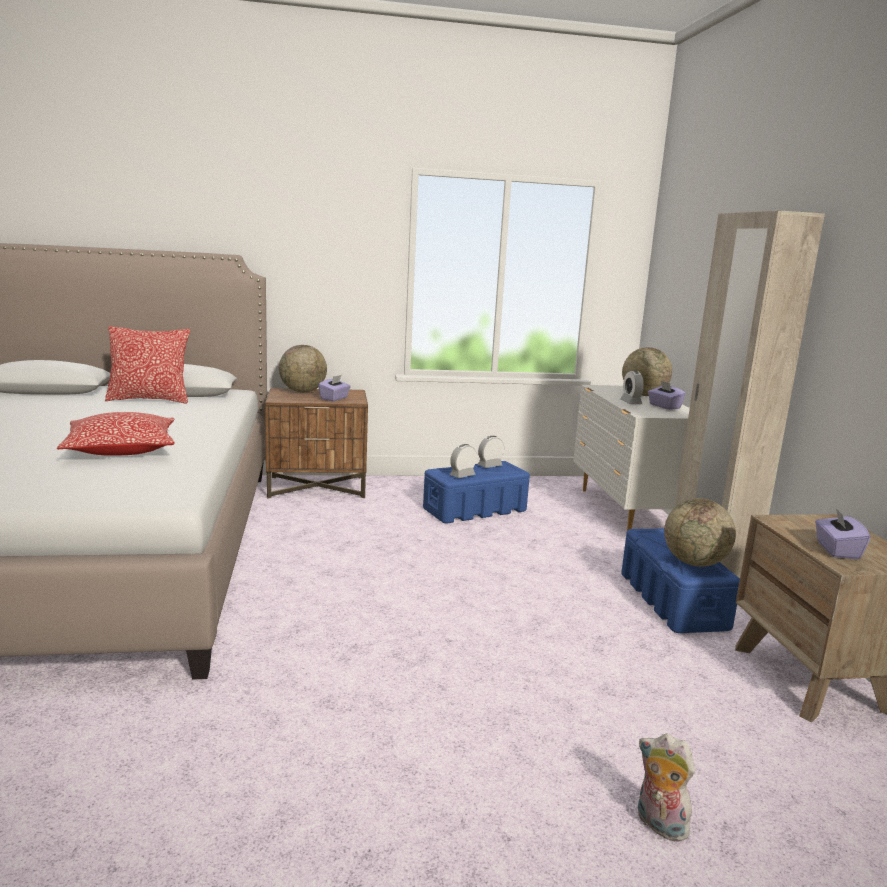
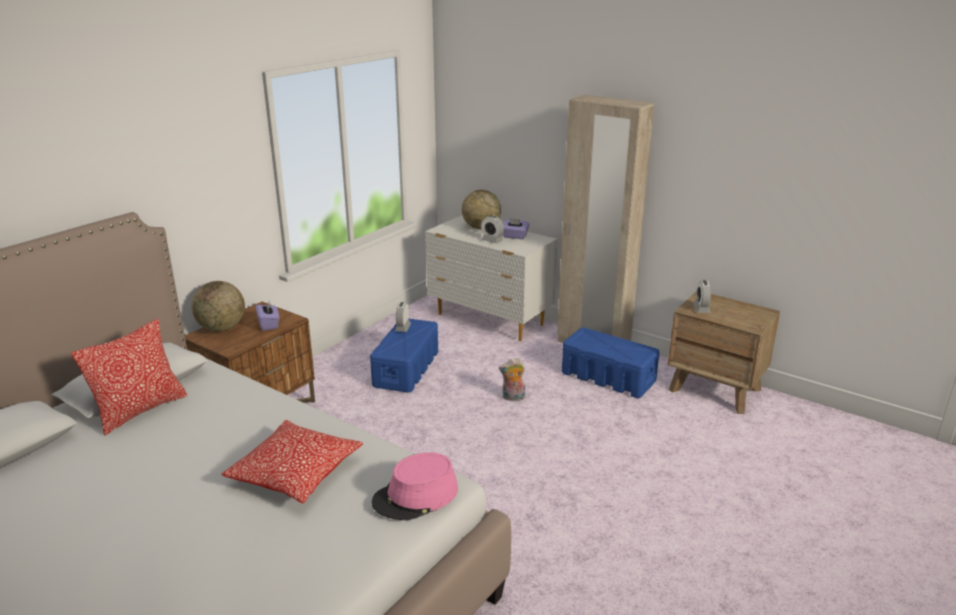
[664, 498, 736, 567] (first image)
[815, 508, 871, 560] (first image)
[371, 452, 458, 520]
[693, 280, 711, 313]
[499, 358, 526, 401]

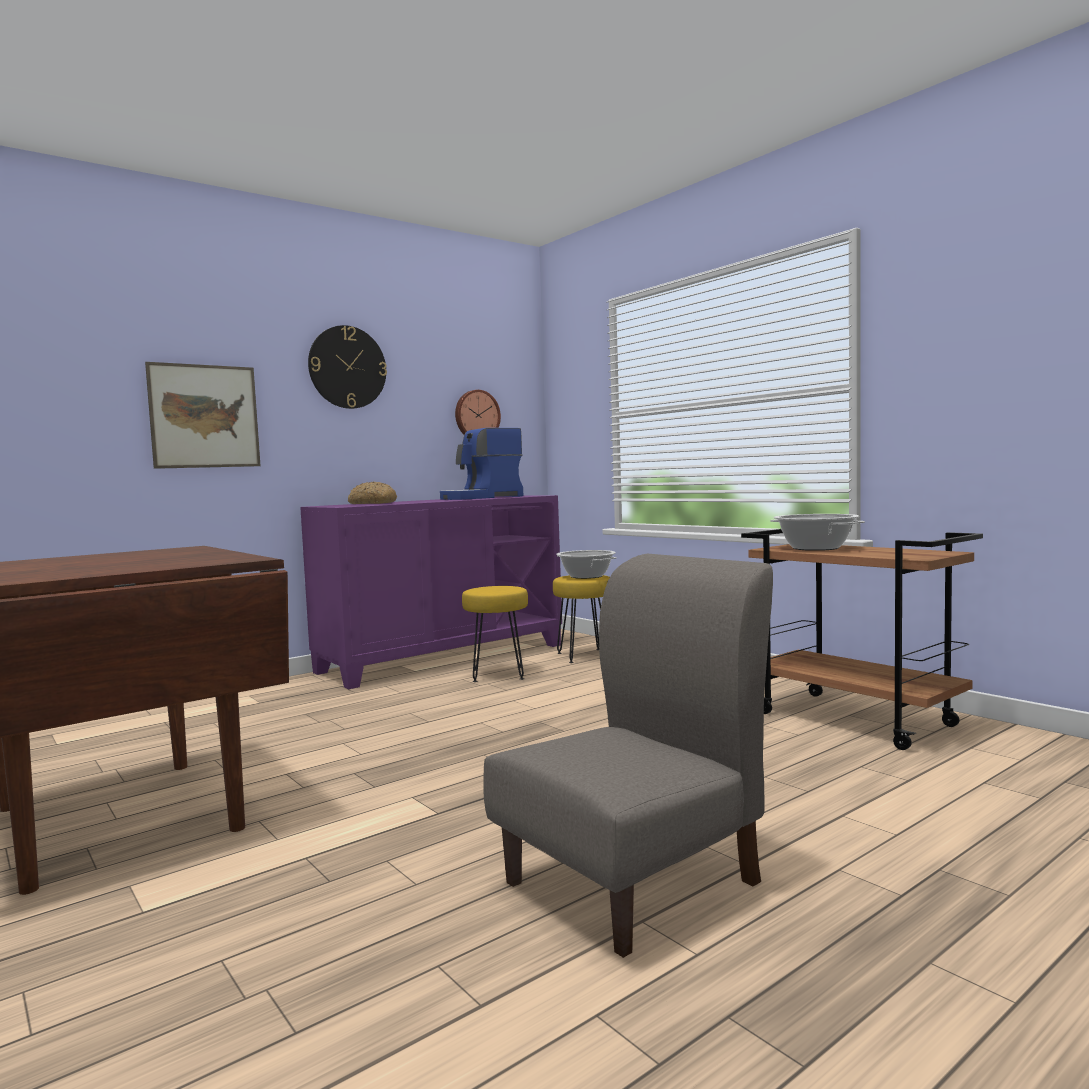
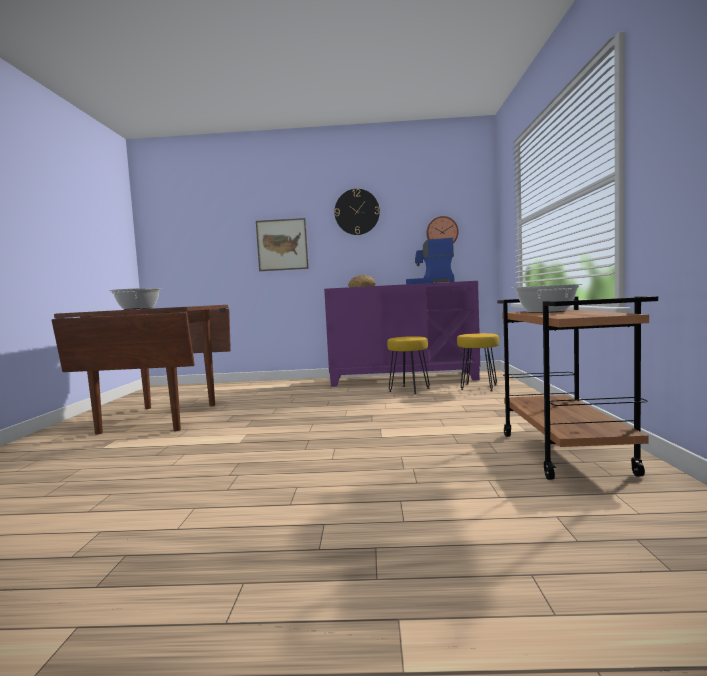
[483, 554, 773, 958] (first image)
[109, 288, 163, 310]

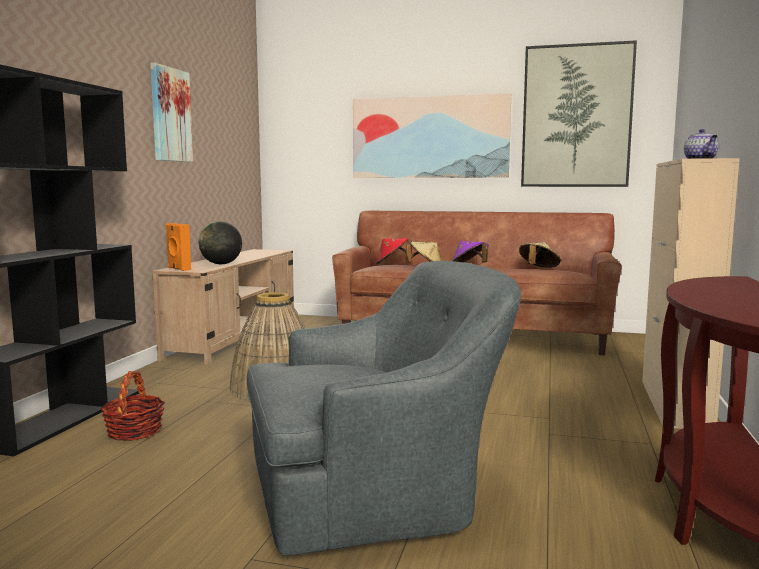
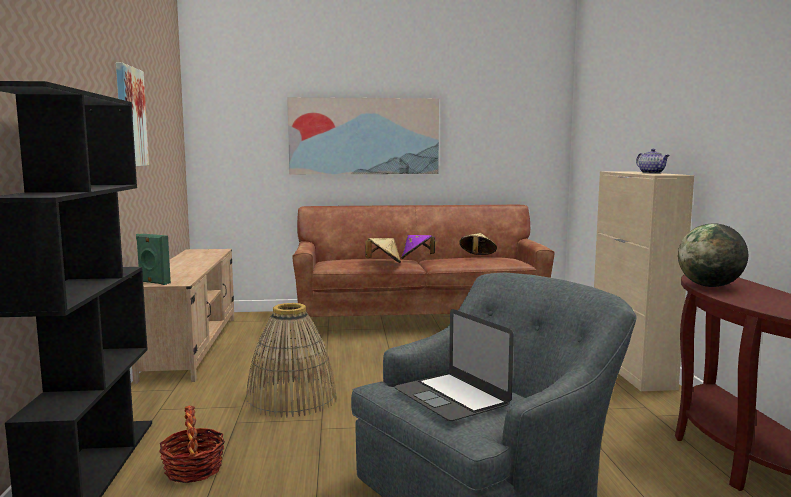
[376, 238, 412, 264] (first image)
[521, 40, 637, 187] (first image)
[394, 309, 514, 421]
[678, 223, 748, 287]
[136, 234, 171, 285]

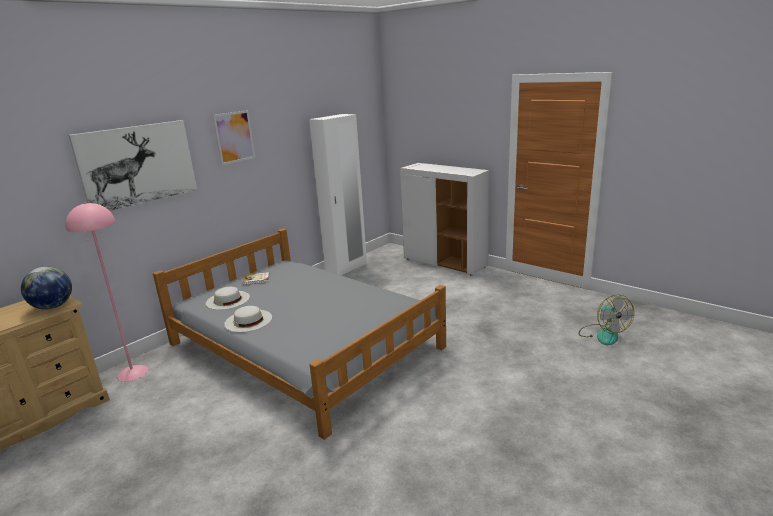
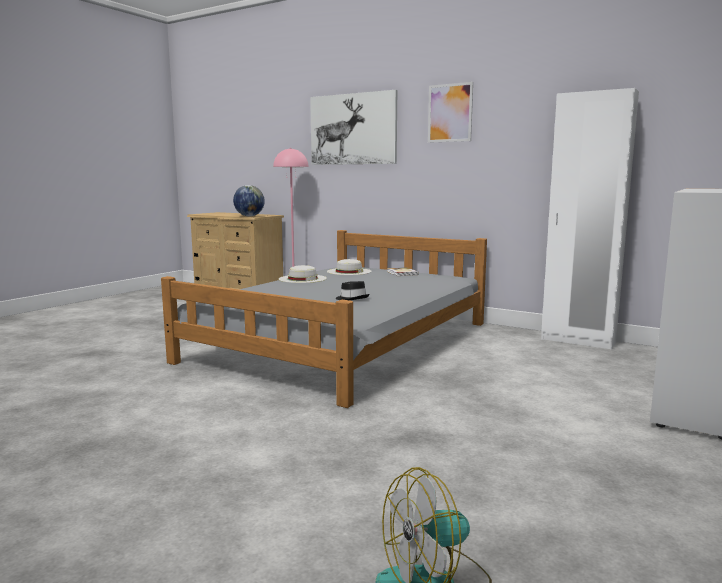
[336, 281, 369, 300]

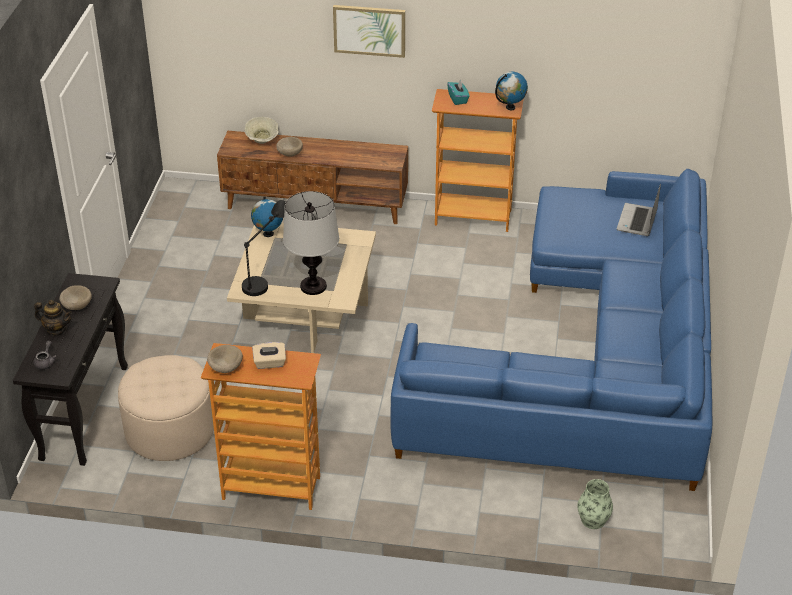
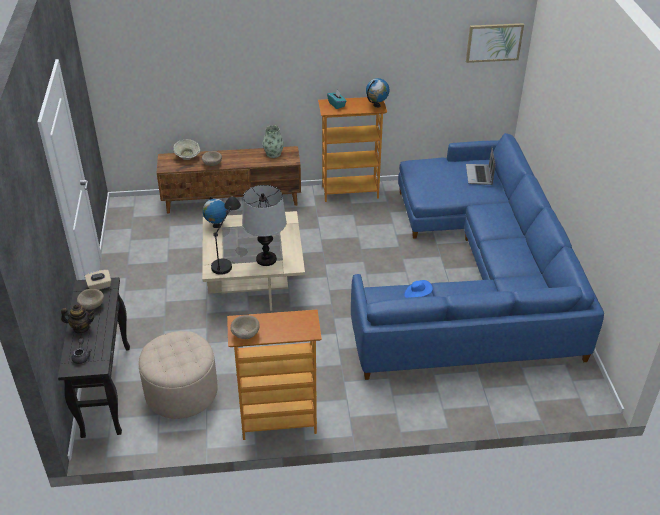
[404, 280, 433, 298]
[85, 270, 111, 290]
[466, 23, 524, 63]
[263, 125, 284, 158]

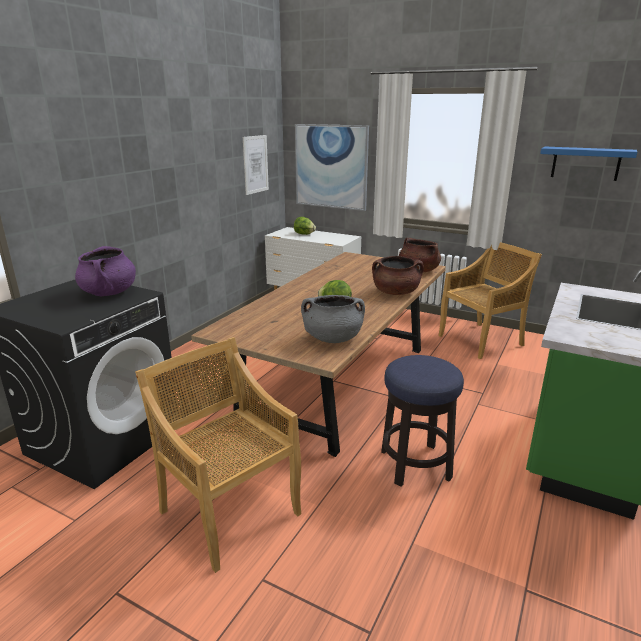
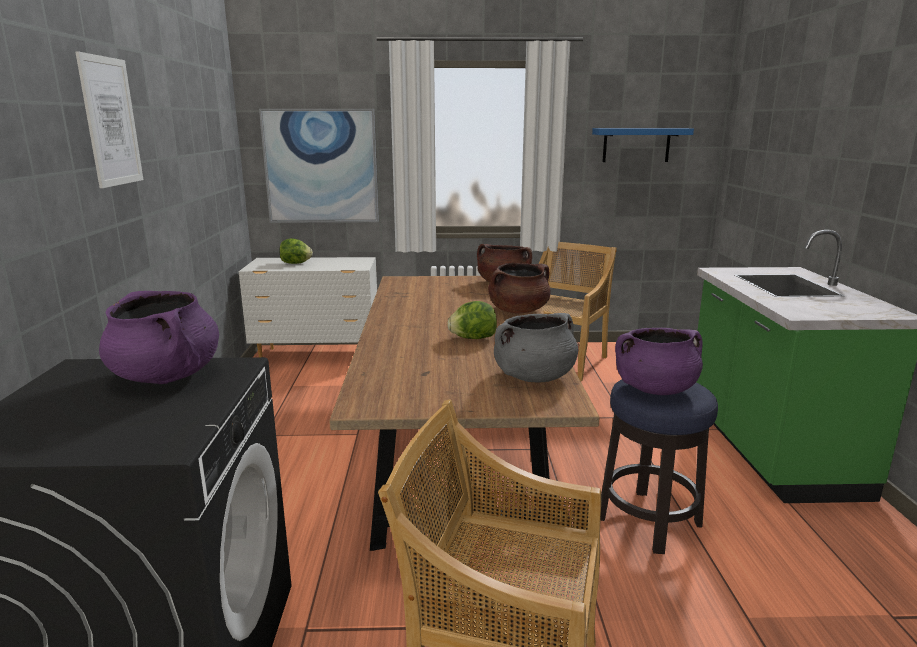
[615, 328, 703, 395]
[75, 51, 143, 188]

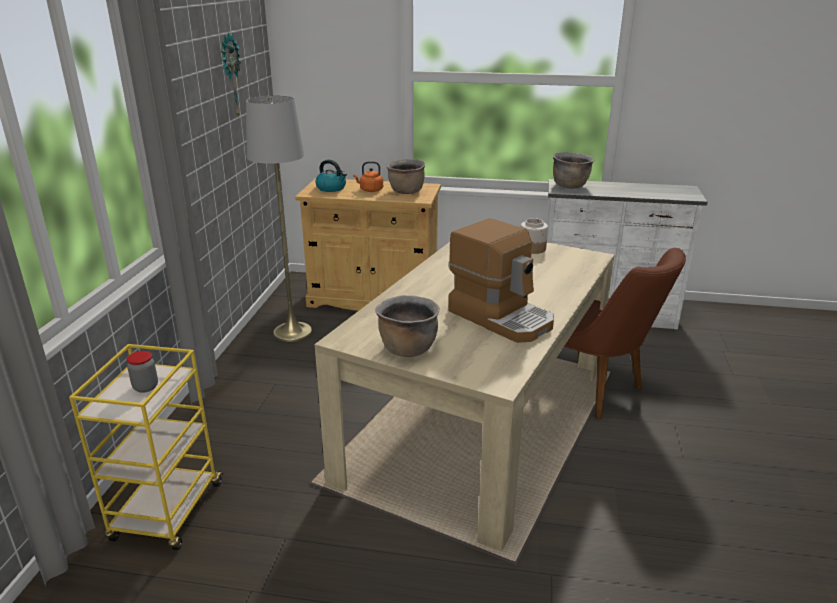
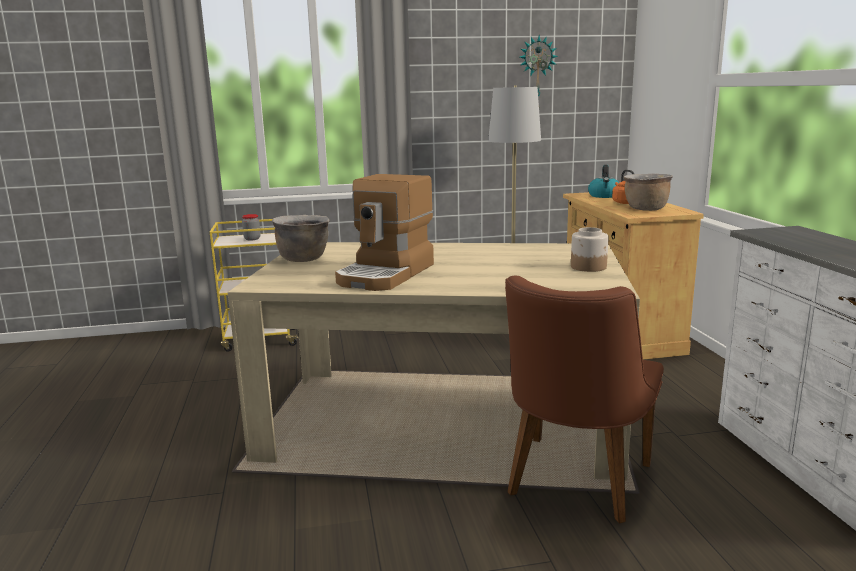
[553, 152, 594, 188] (first image)

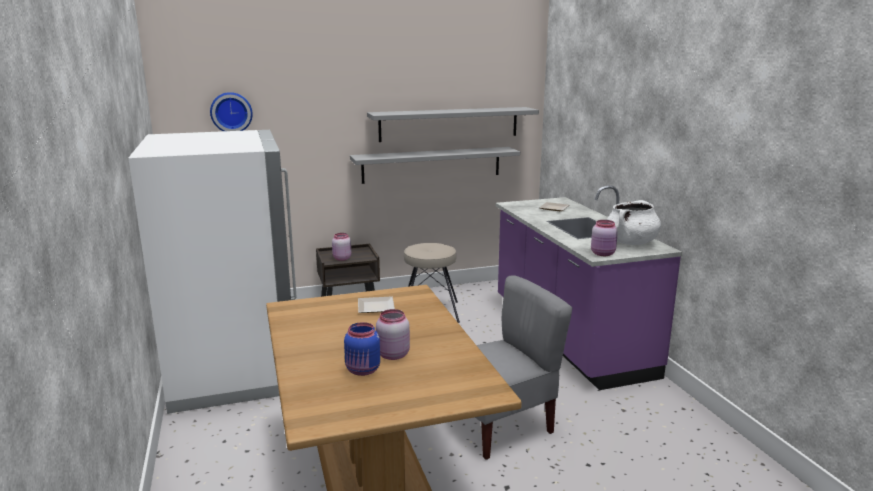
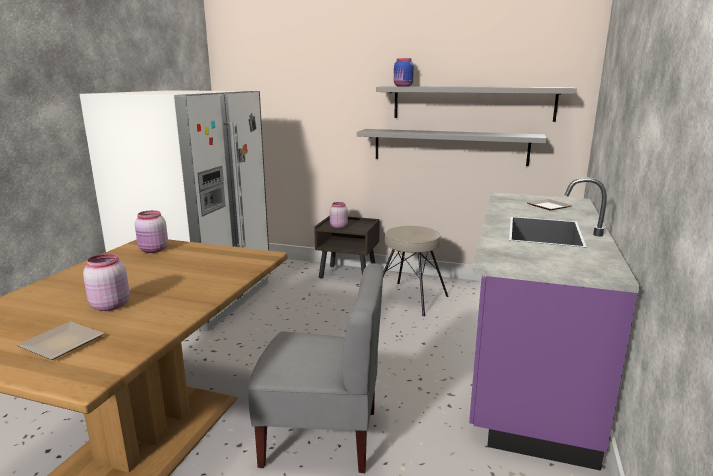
[210, 92, 253, 131] (first image)
[607, 200, 661, 245] (first image)
[394, 58, 414, 87]
[17, 322, 104, 360]
[135, 210, 168, 253]

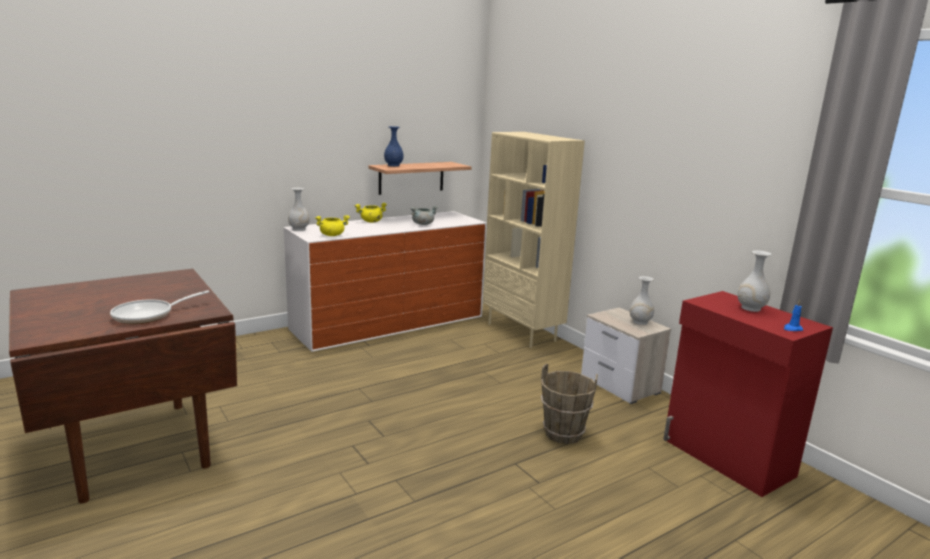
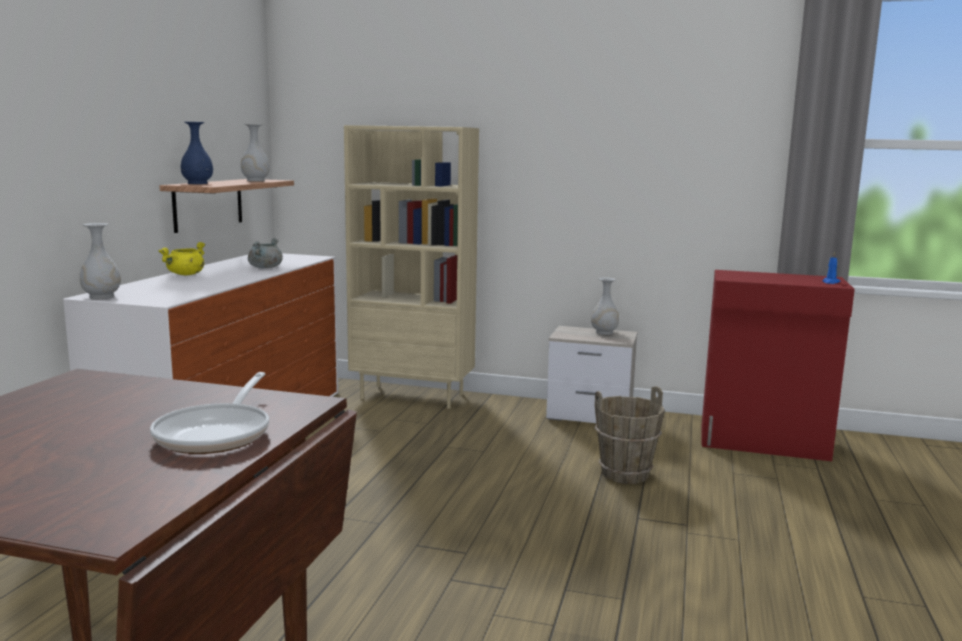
[315, 215, 350, 236] (first image)
[241, 124, 270, 181]

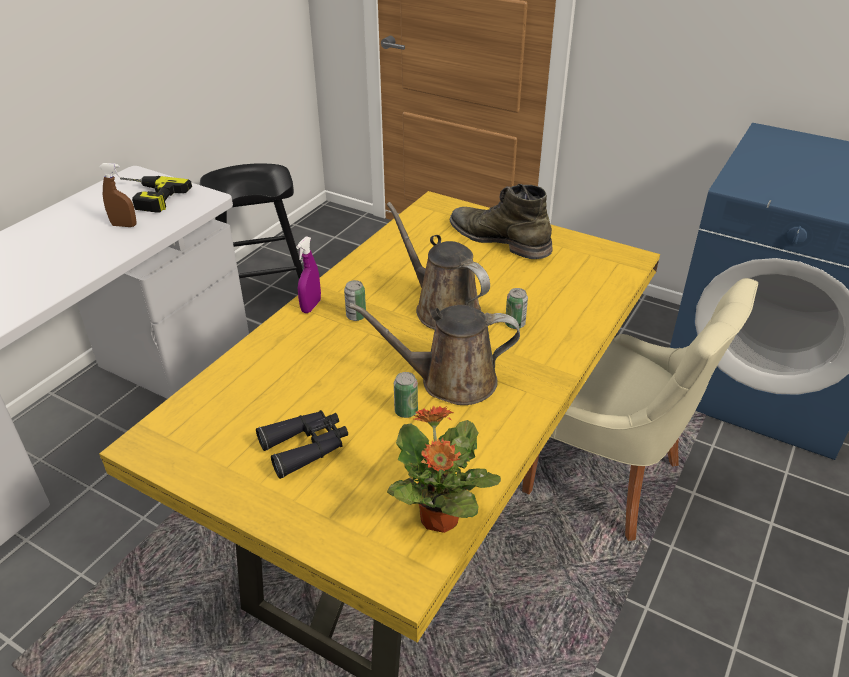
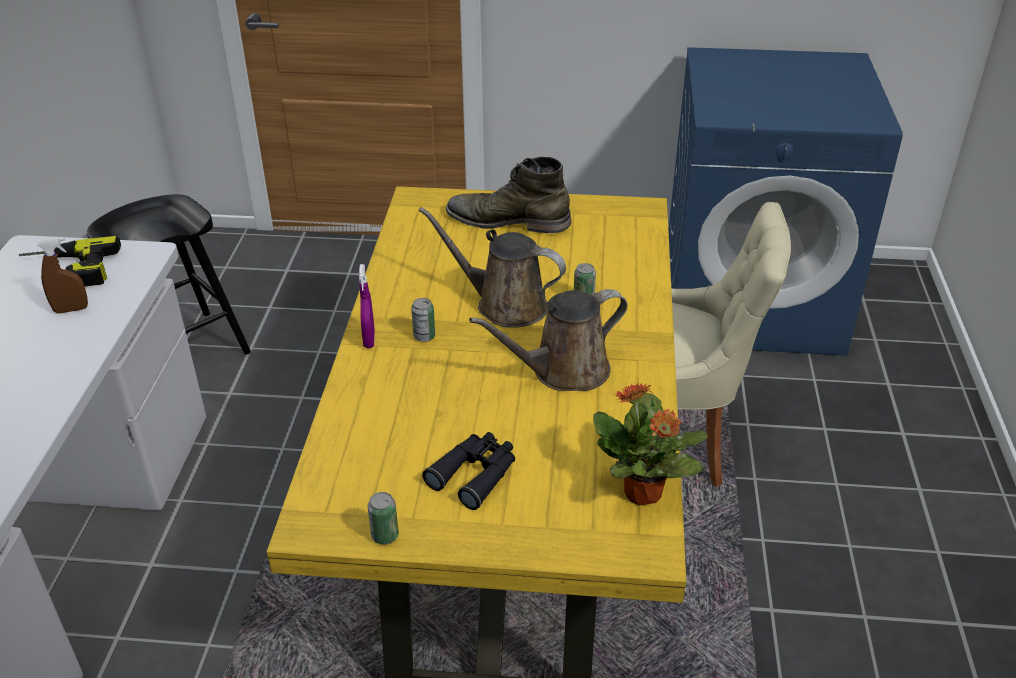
[368, 492, 399, 545]

